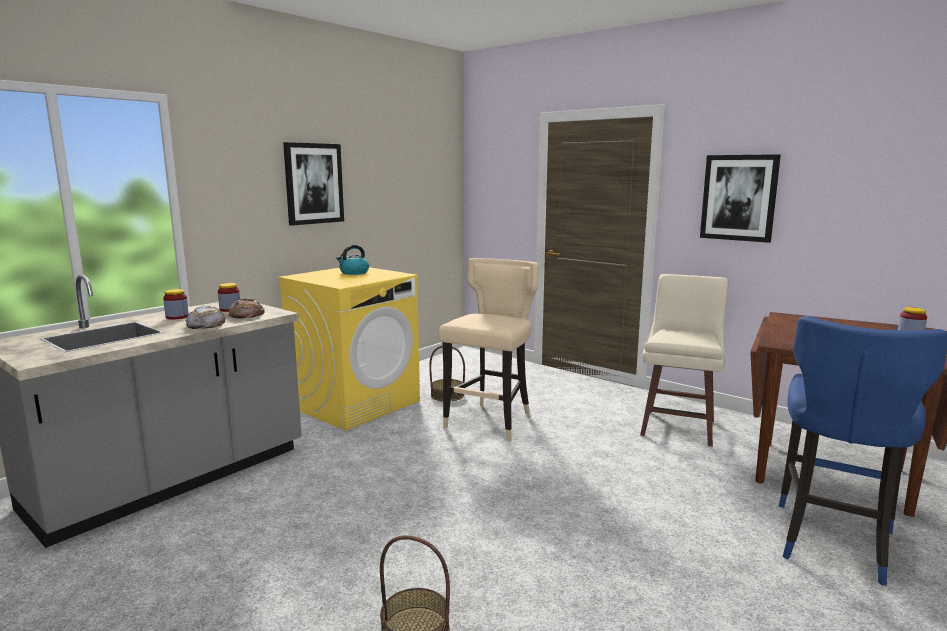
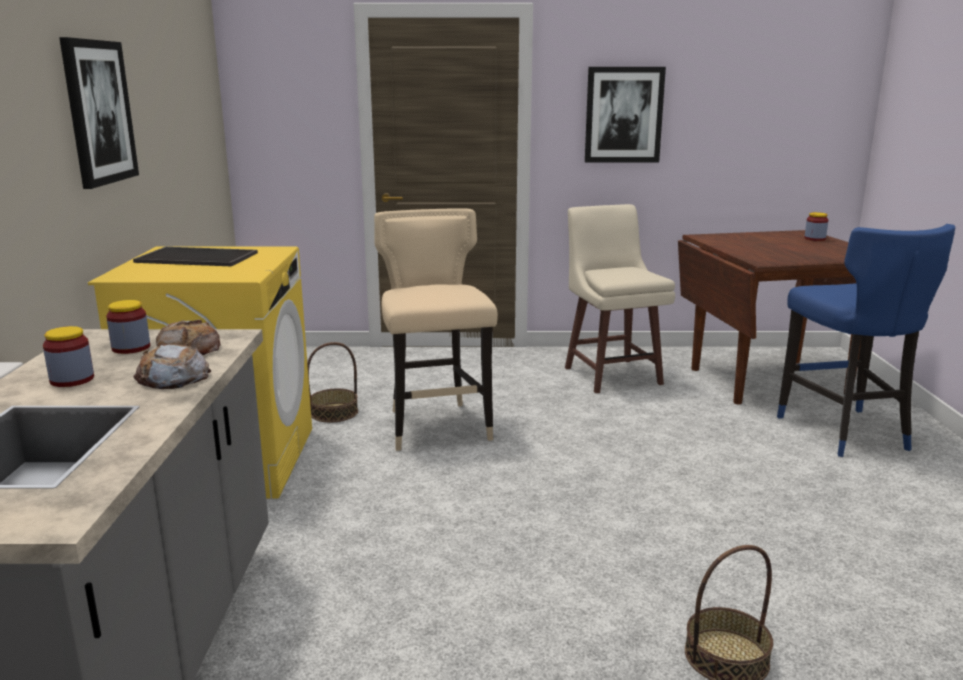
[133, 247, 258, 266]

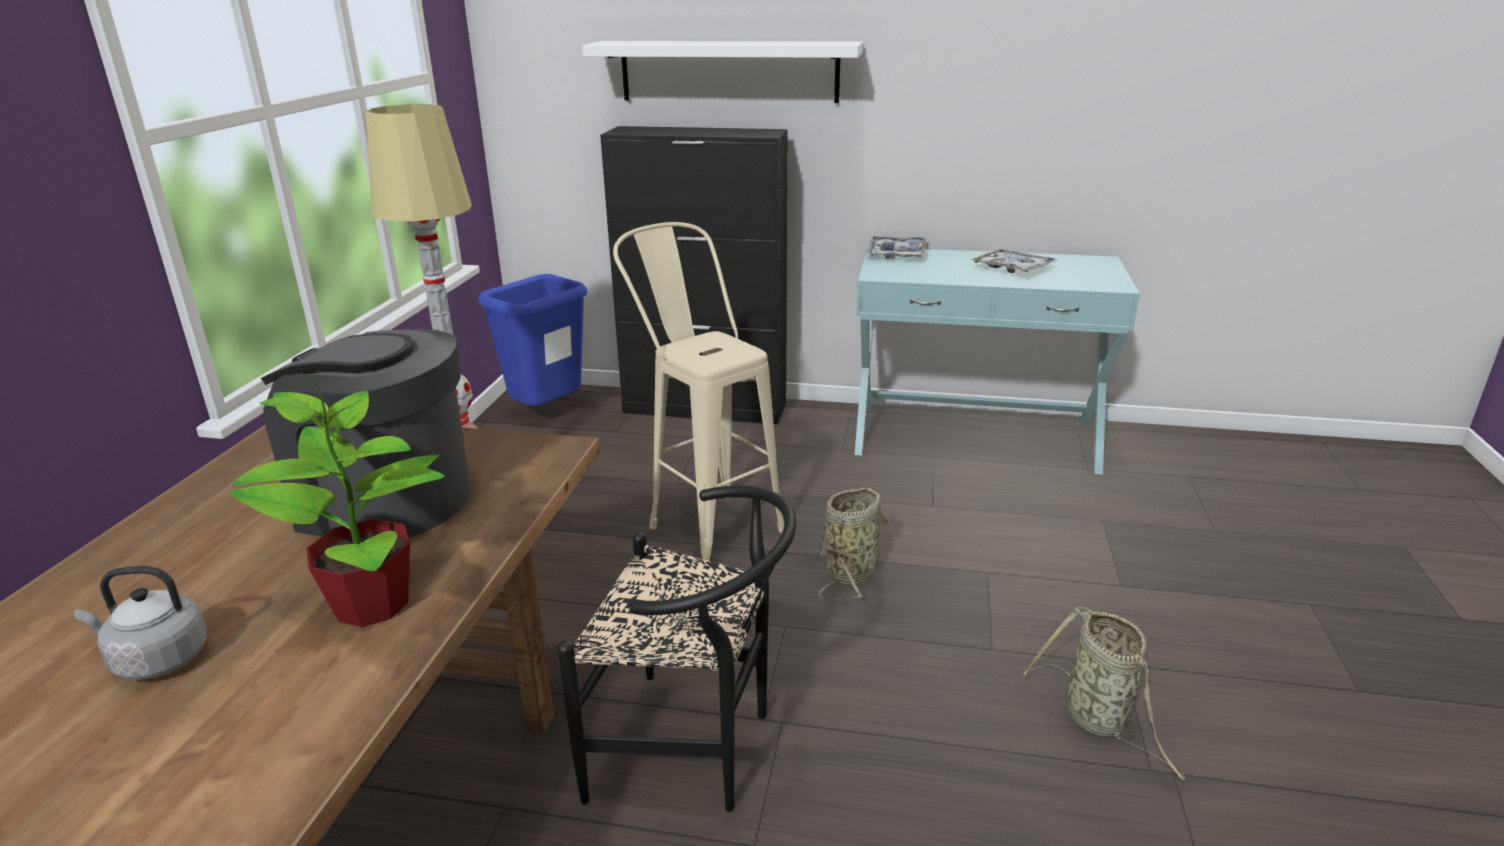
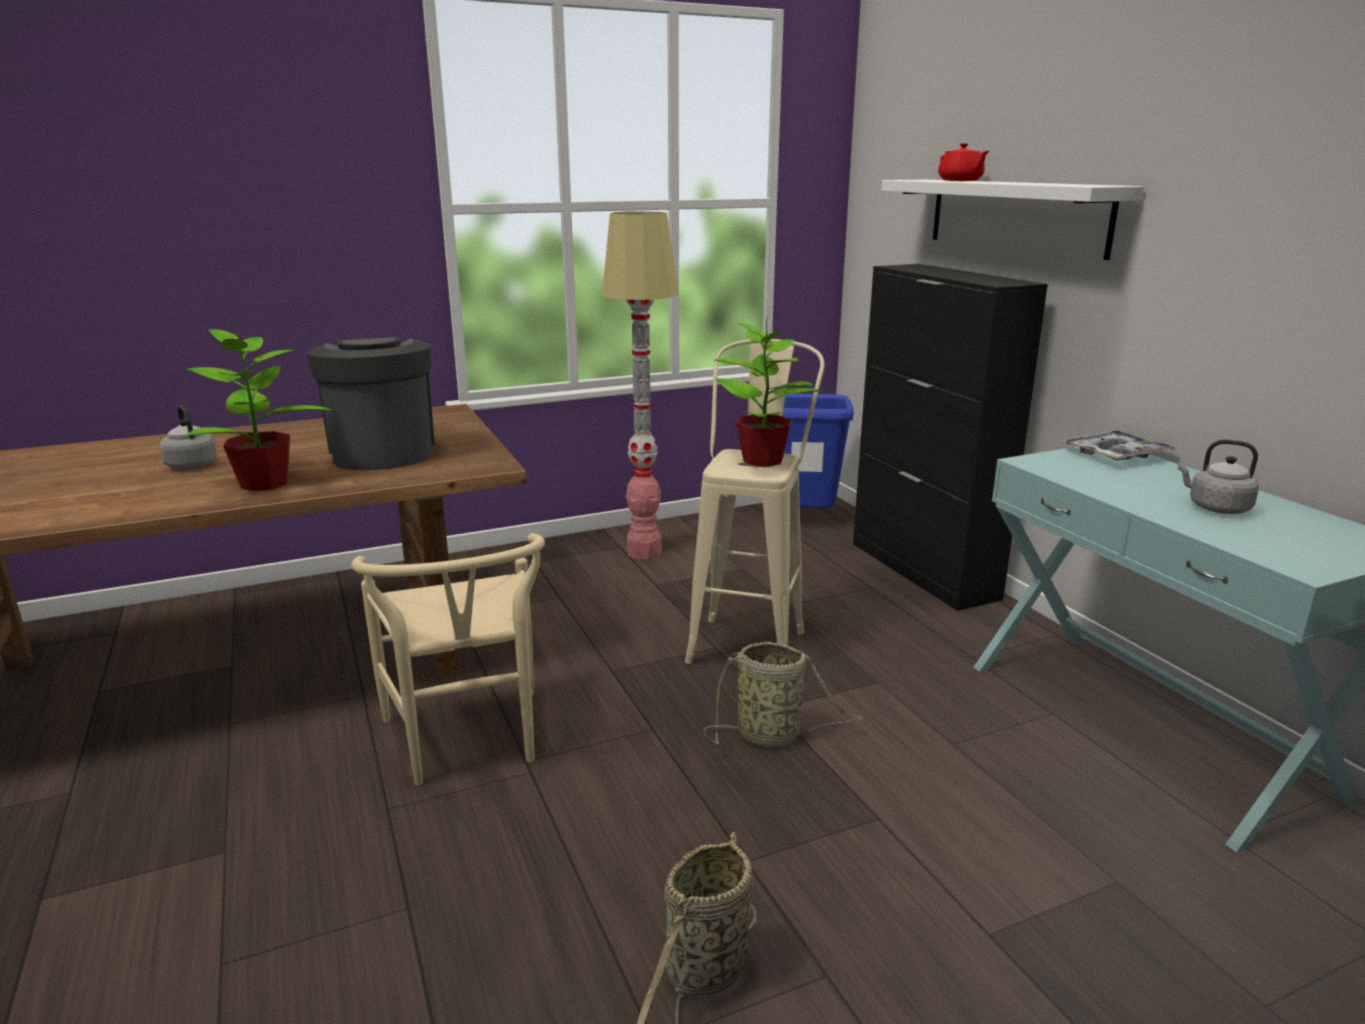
[713, 315, 824, 467]
[938, 143, 989, 181]
[1178, 439, 1259, 514]
[351, 533, 545, 786]

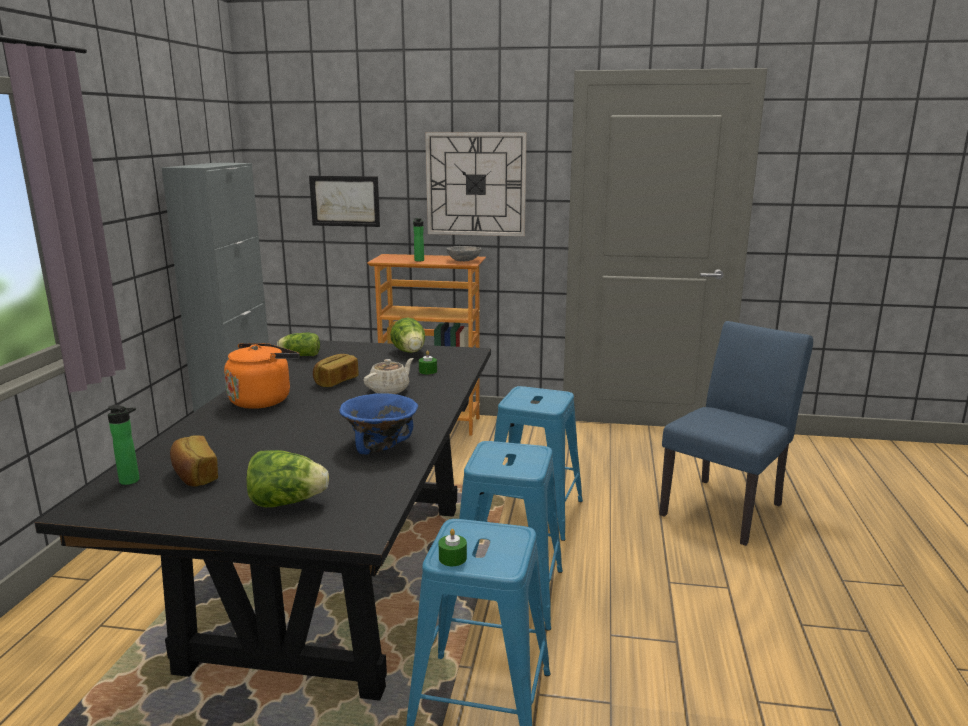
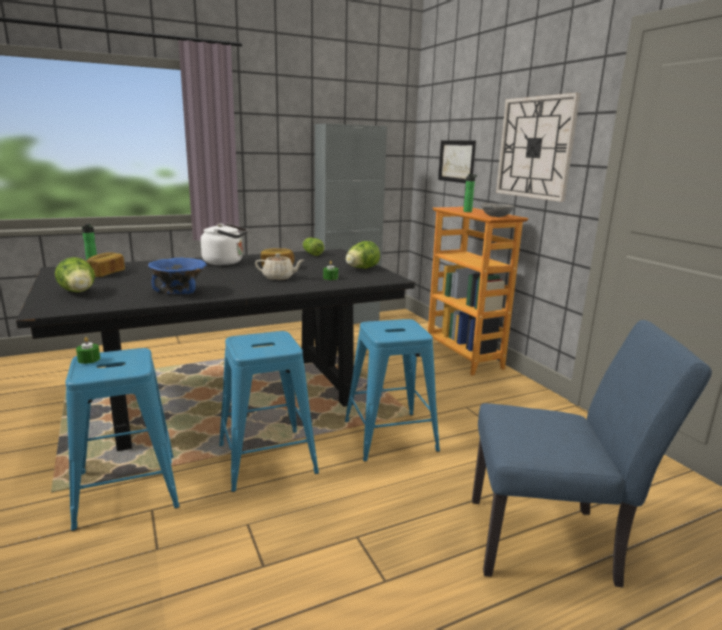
[201, 224, 248, 265]

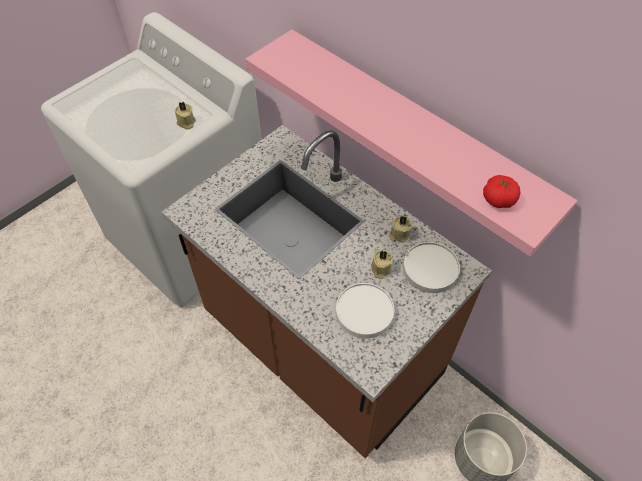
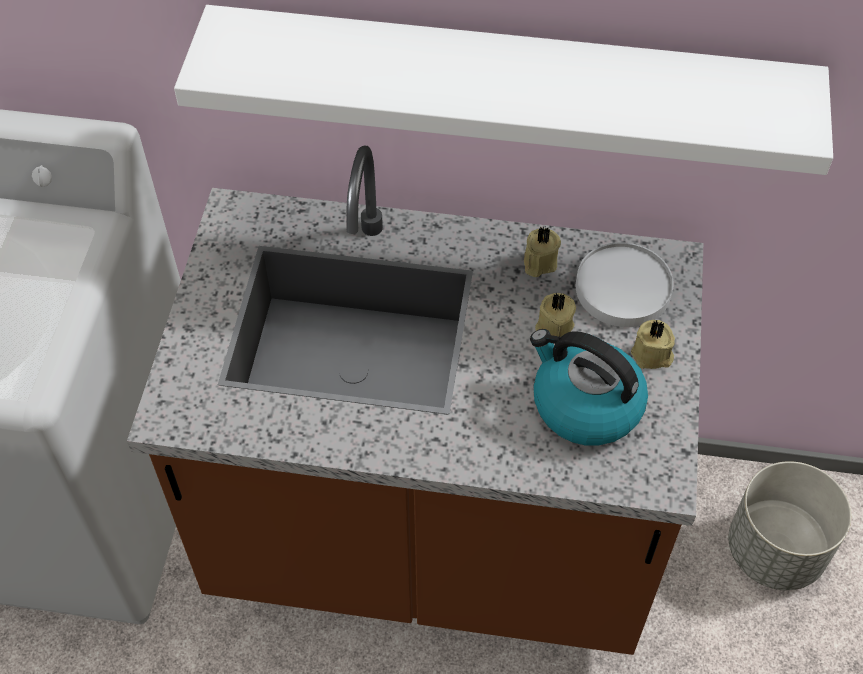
[483, 175, 520, 208] (first image)
[631, 320, 675, 369]
[530, 329, 648, 446]
[174, 5, 833, 175]

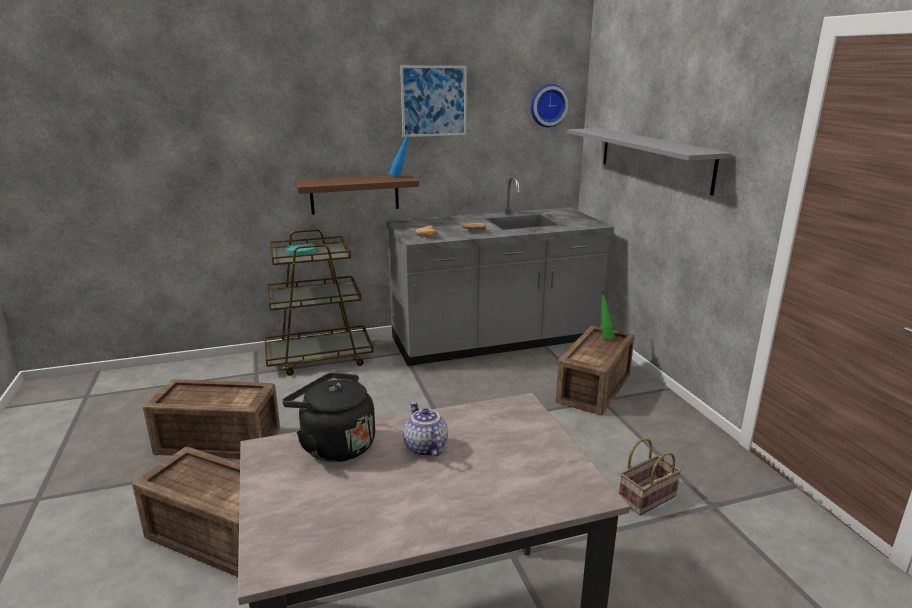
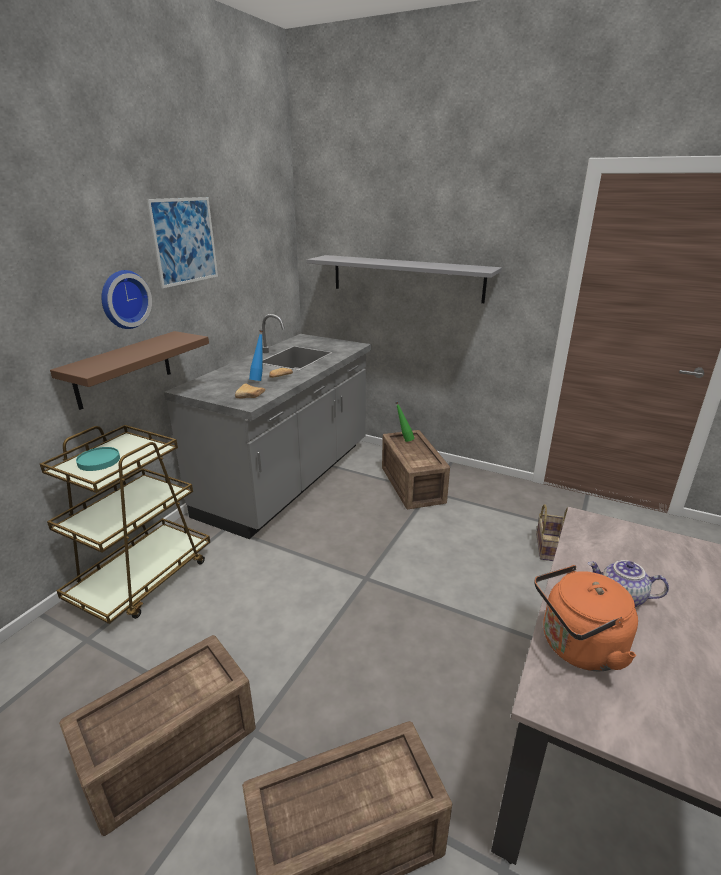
[249, 330, 263, 381]
[102, 270, 152, 329]
[534, 565, 638, 671]

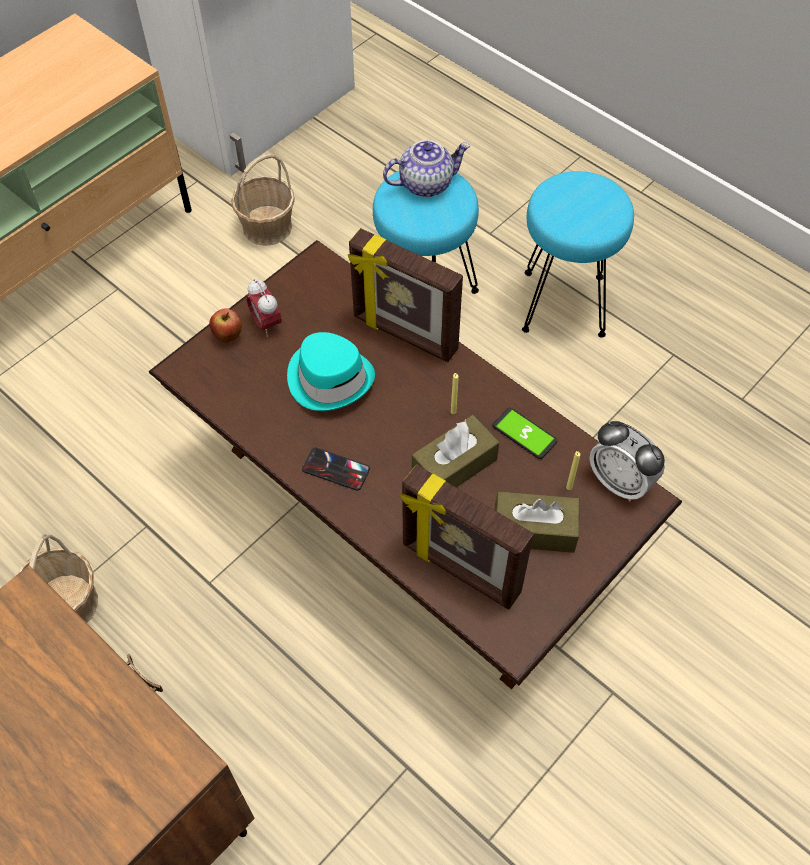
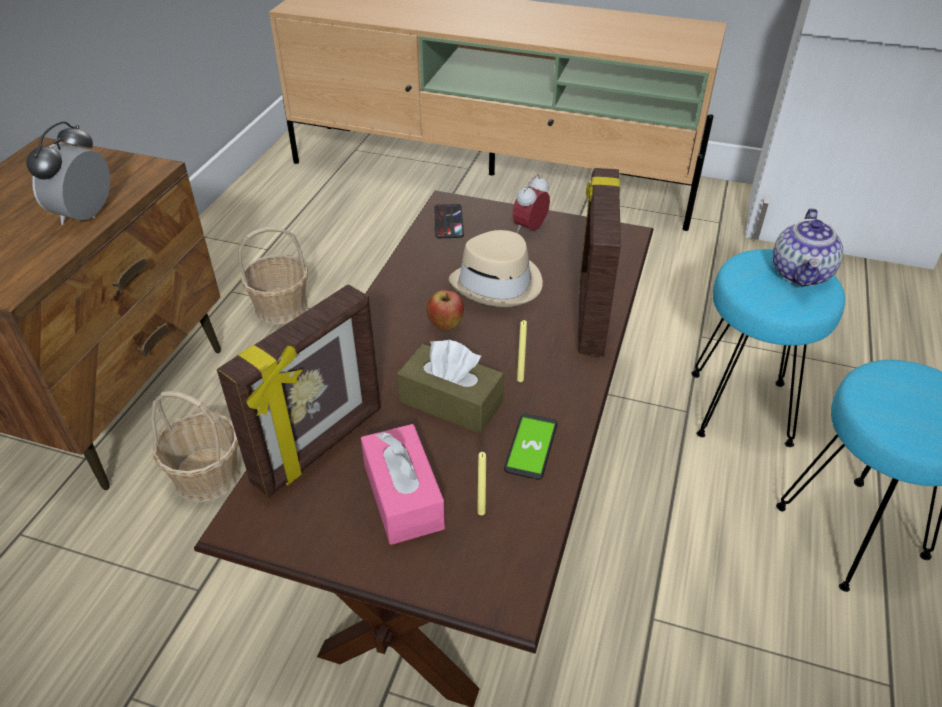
[427, 290, 464, 330]
[151, 391, 241, 503]
[434, 204, 464, 238]
[26, 121, 110, 225]
[449, 230, 543, 307]
[361, 424, 445, 545]
[772, 208, 843, 287]
[217, 284, 381, 497]

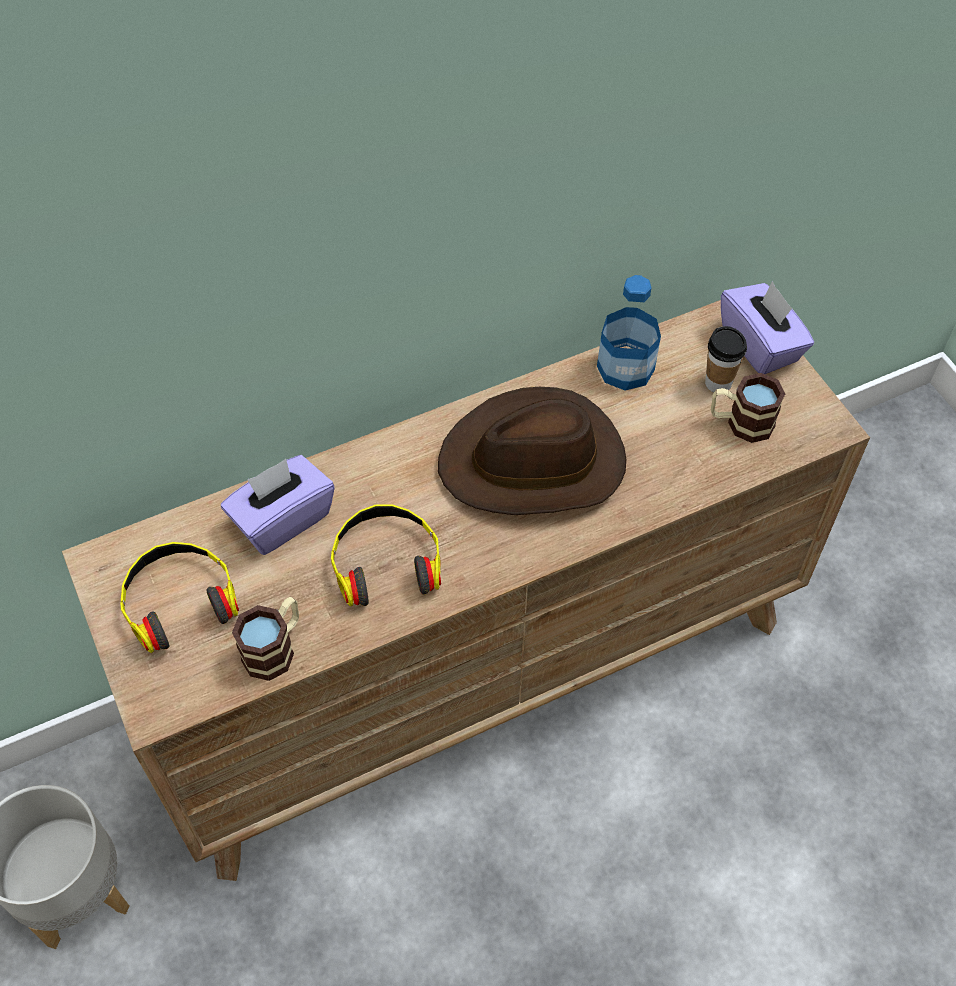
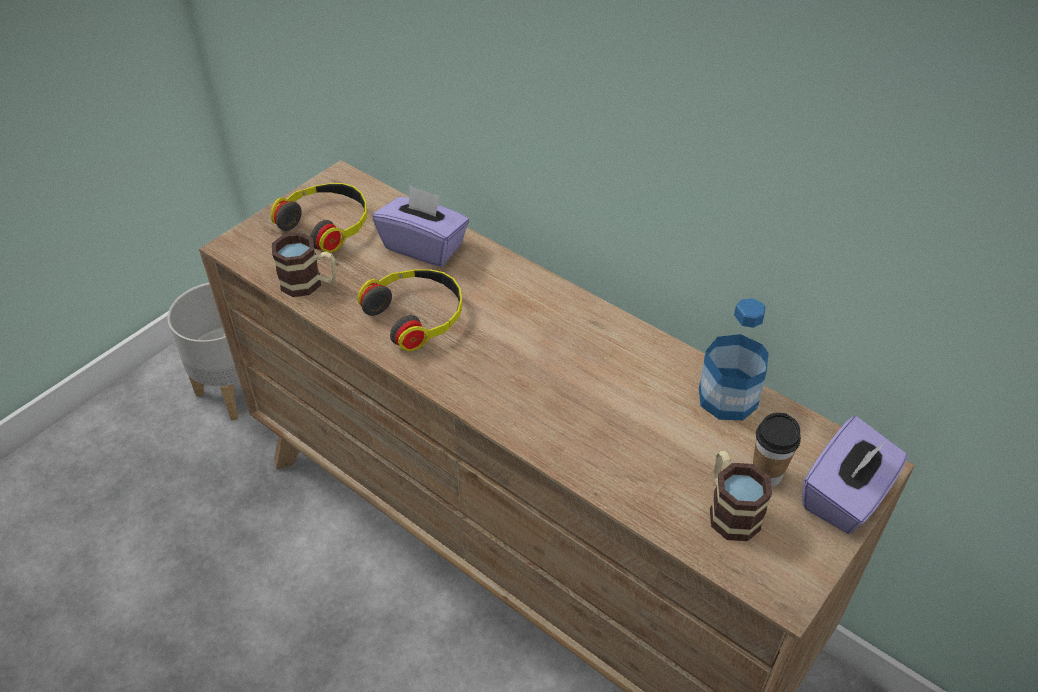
[438, 387, 626, 515] (first image)

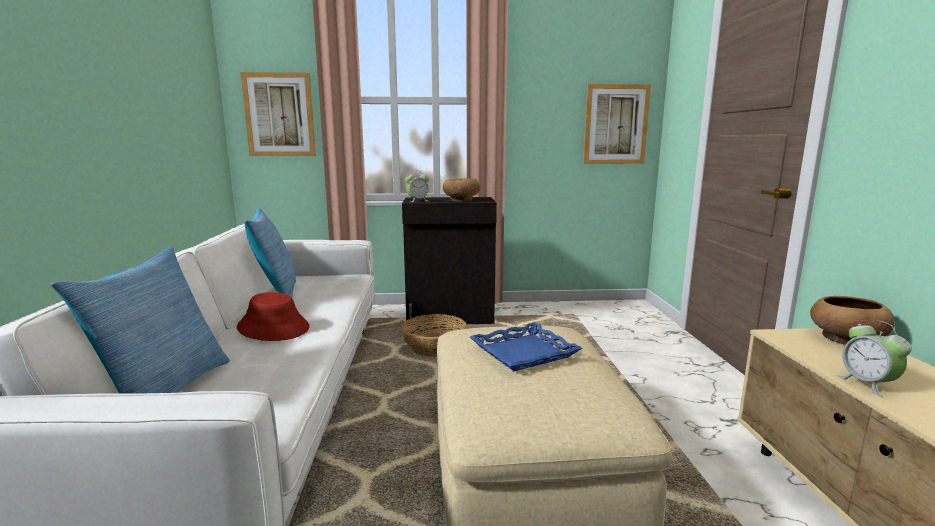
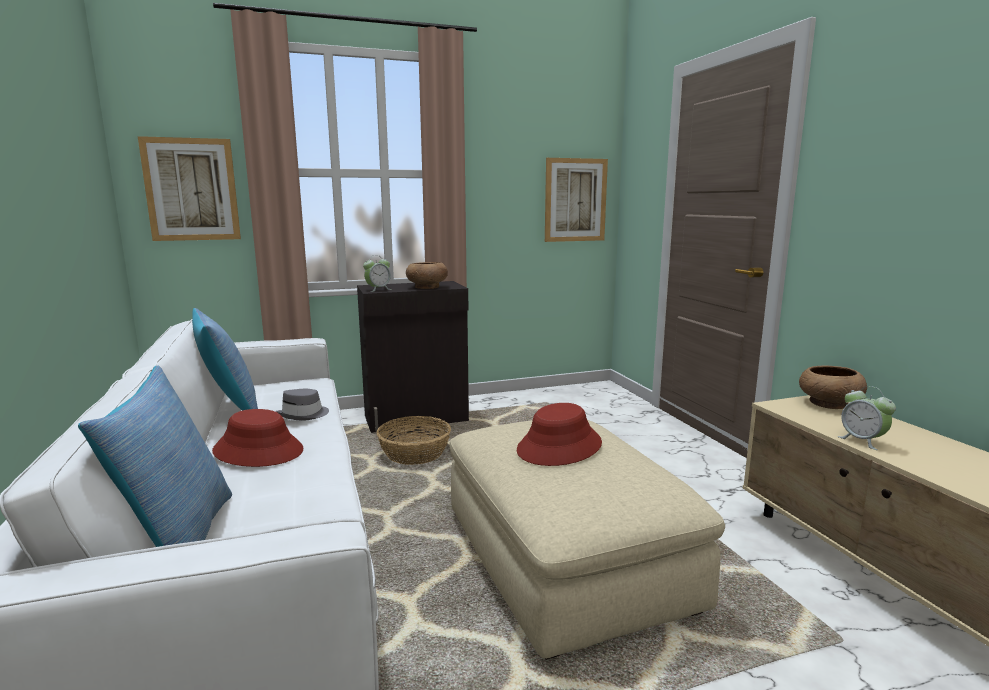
[276, 389, 329, 420]
[517, 403, 602, 466]

